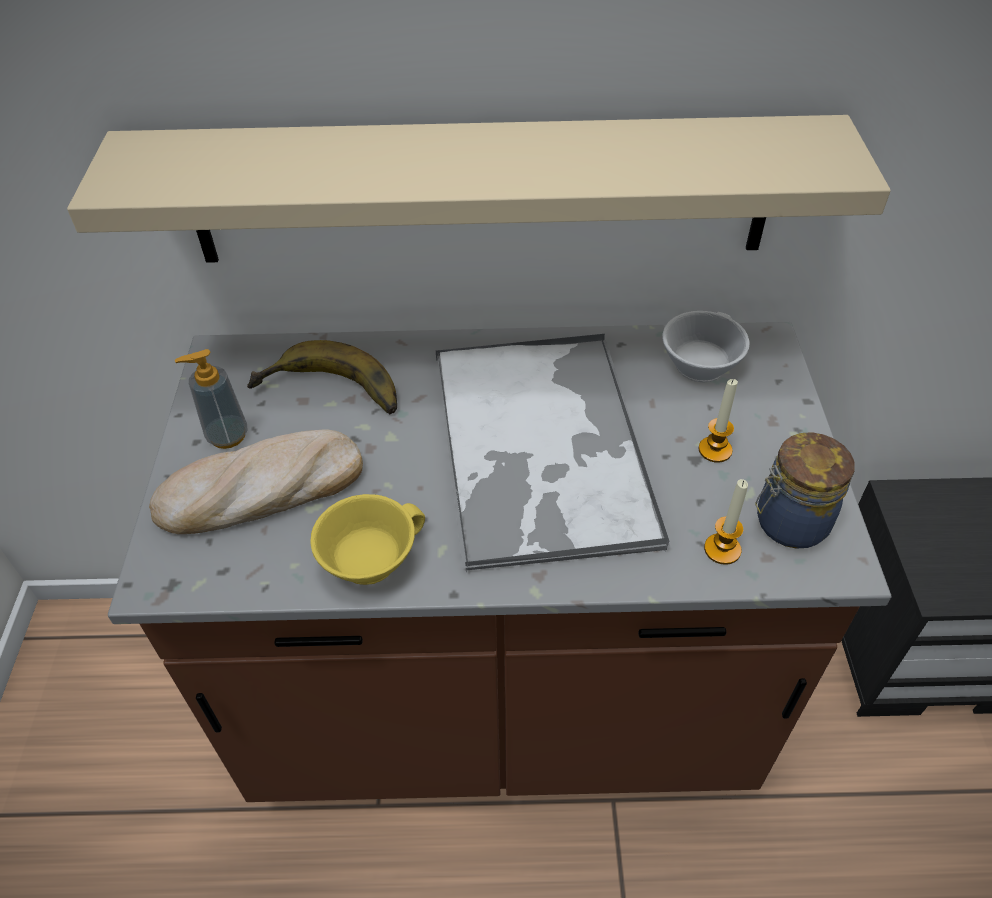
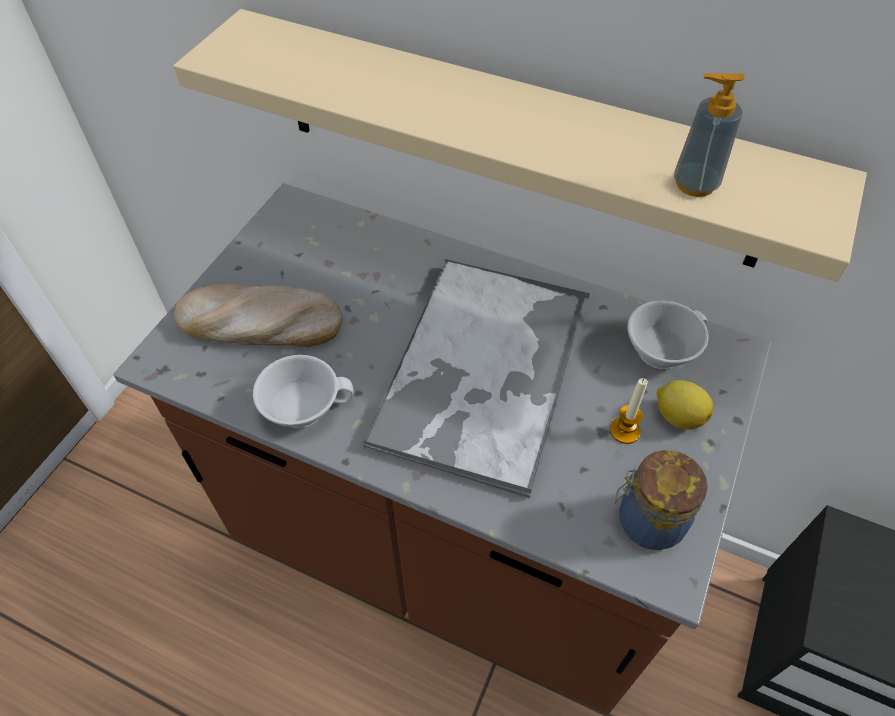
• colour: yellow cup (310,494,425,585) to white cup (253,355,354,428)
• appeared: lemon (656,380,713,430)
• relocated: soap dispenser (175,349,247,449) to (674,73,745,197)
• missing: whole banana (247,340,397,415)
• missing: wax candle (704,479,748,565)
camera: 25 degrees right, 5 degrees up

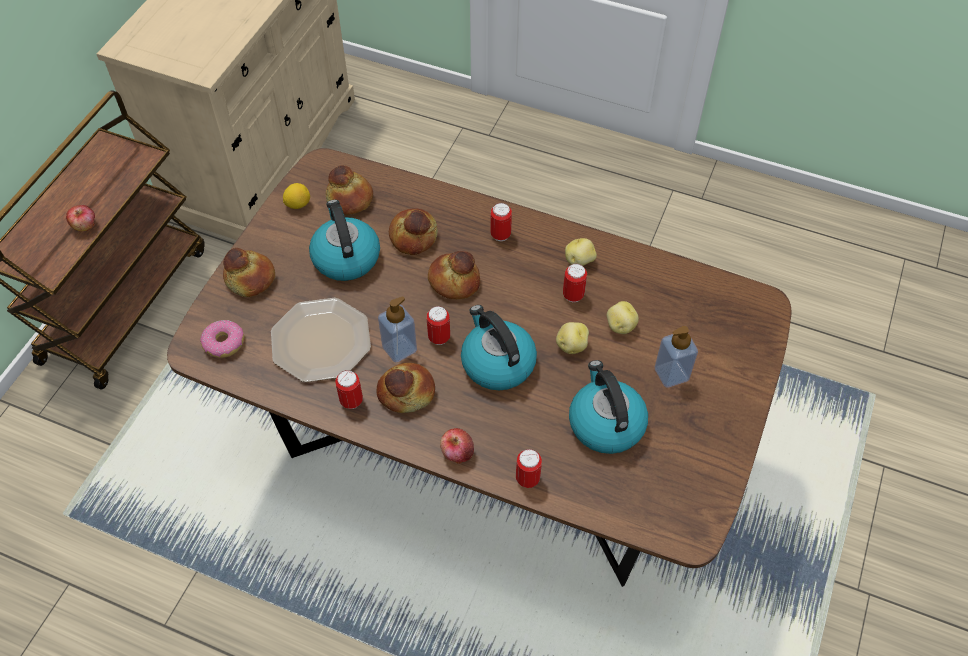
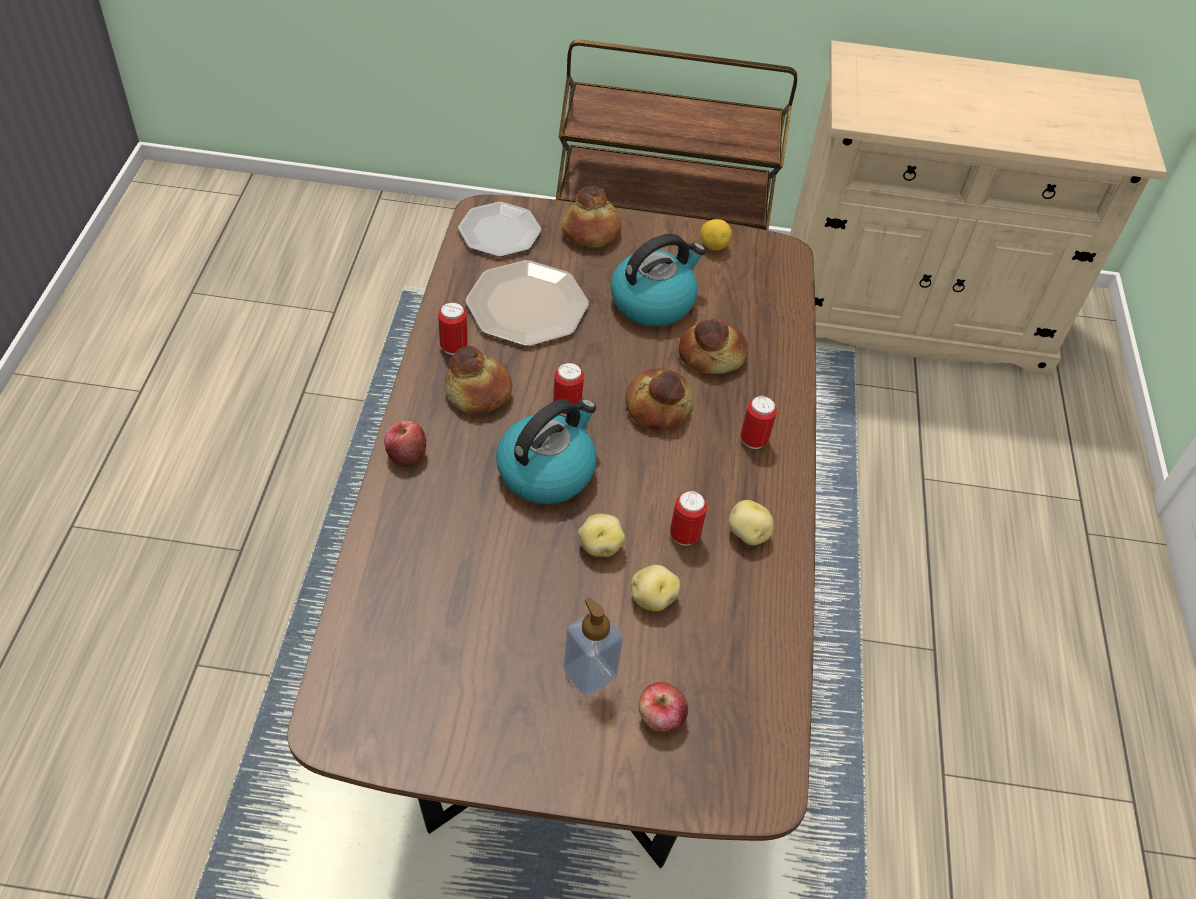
• exchanged: donut (200,320,244,358) to plate (458,202,541,257)
• relocated: apple fruit (66,205,95,231) to (638,682,688,733)
• missing: bread (326,165,373,215)
• missing: soap dispenser (378,296,417,362)
• missing: can (516,449,542,488)
• missing: kettle (569,360,648,454)
camera: 70 degrees right, 5 degrees down

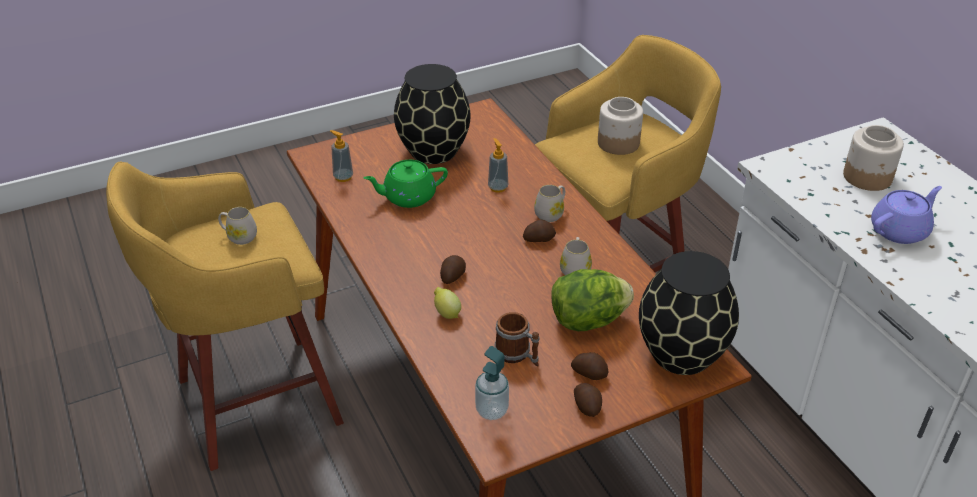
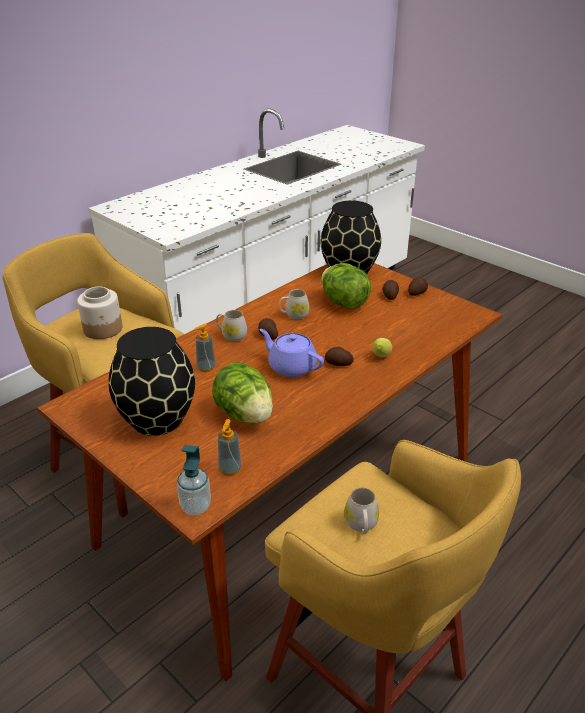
• relocated: soap dispenser (475,346,509,420) to (177,445,211,515)
• exchanged: greenish tea pot (364,160,448,208) to head of lettuce (212,362,273,423)
• relocated: purplish tea pot (871,186,942,244) to (259,329,324,377)
• missing: mug (494,312,539,366)
• missing: jar (843,125,904,191)
camera: 110 degrees left, 5 degrees down

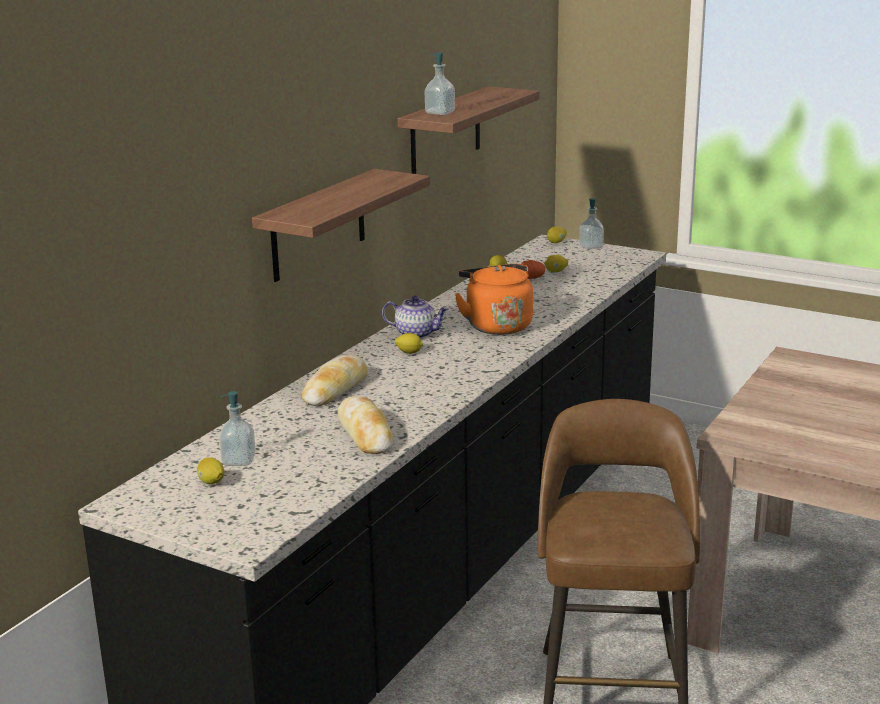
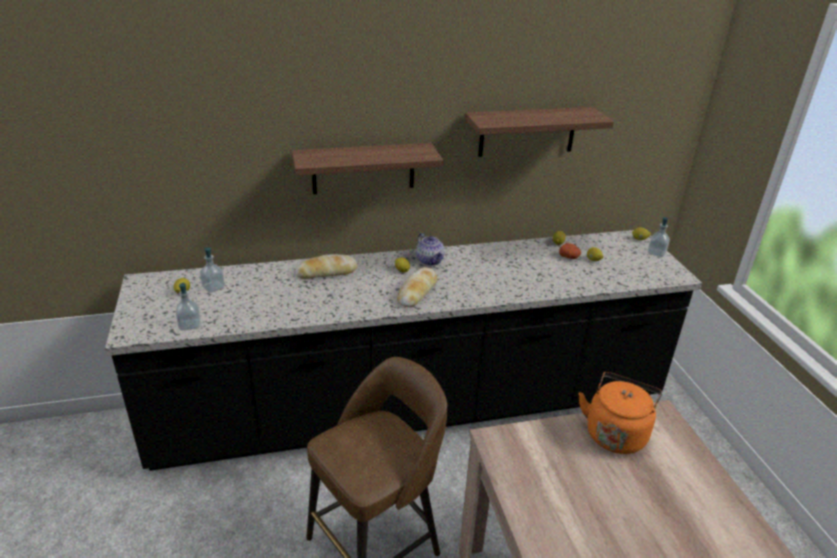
• relocated: soap dispenser (425,52,455,115) to (176,282,200,330)
• relocated: bread (338,396,393,454) to (397,267,437,307)
• relocated: orange-coloured kettle (455,264,533,335) to (579,372,662,454)
camera: 45 degrees right, 10 degrees up

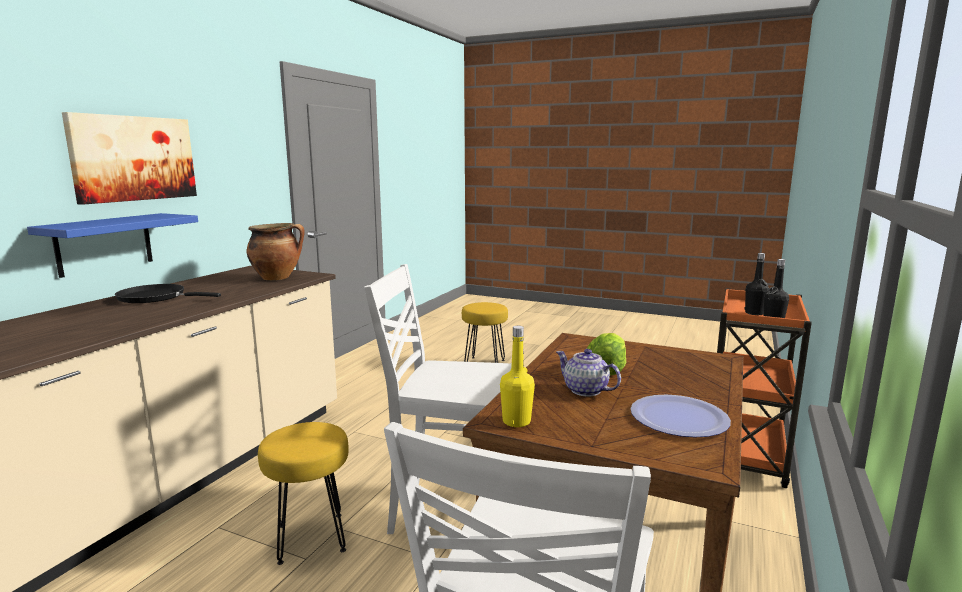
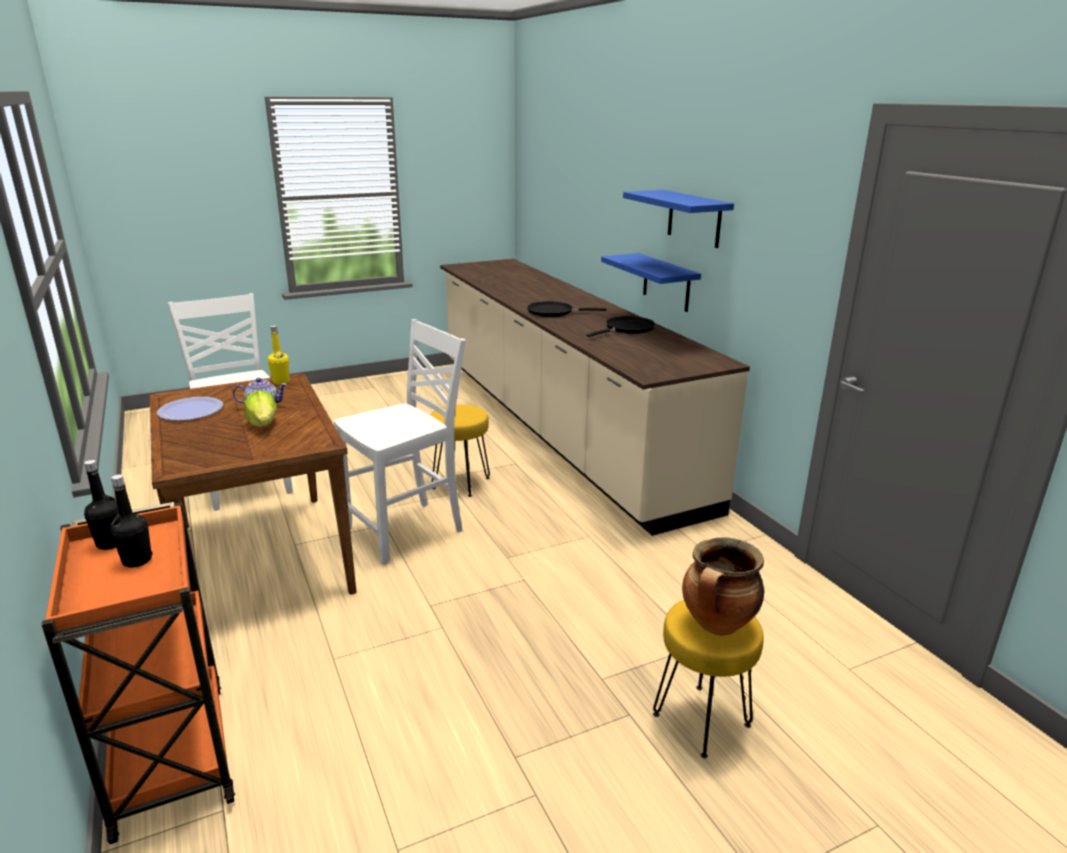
• appeared: black pan (527,301,607,317)
• exchanged: wall art (62,112,197,205) to bluish shelf (623,190,734,248)
• relocated: stockpot (247,223,305,280) to (682,537,764,636)
camera: 130 degrees right, 10 degrees up

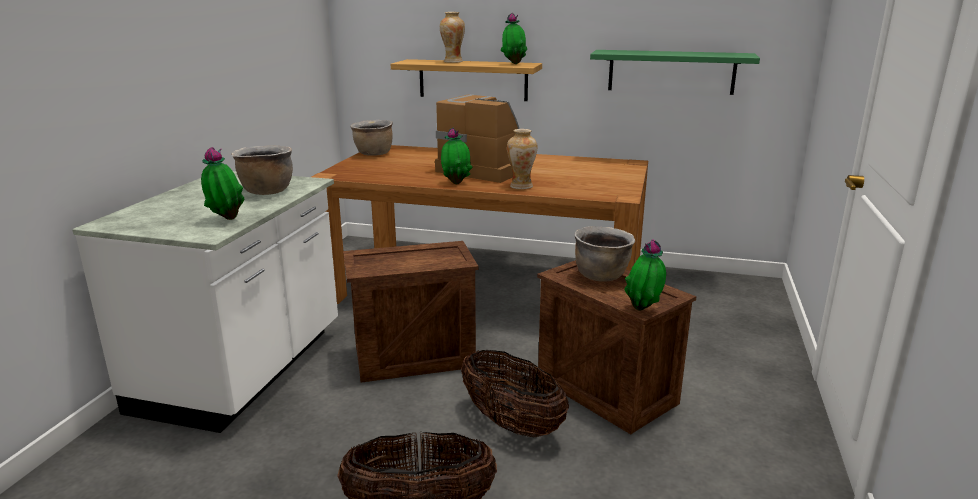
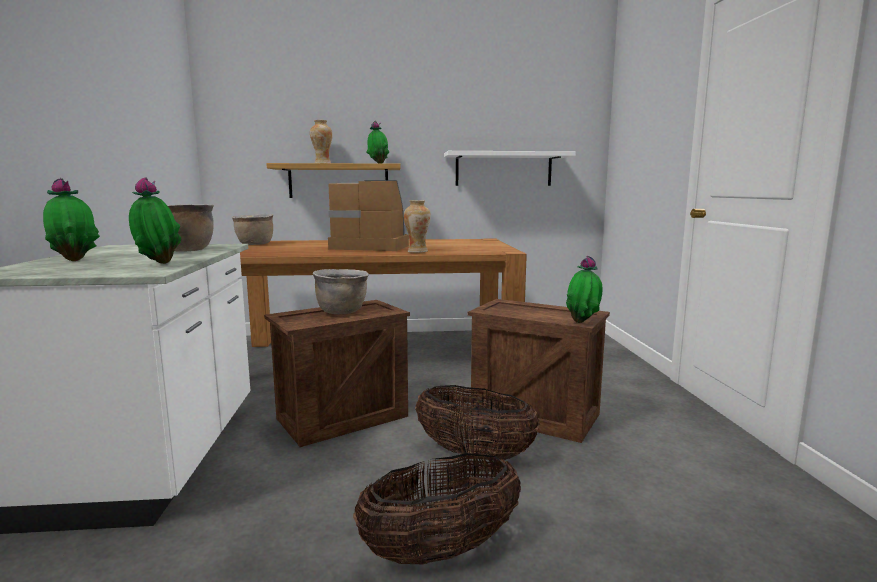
• relocated: potted plant (441,128,473,184) to (43,178,100,261)
• relocated: brownish stockpot (574,226,635,282) to (313,269,369,314)
• colour: greenish shelf (590,50,760,95) to white shelf (444,151,576,186)
camera: 20 degrees left, 10 degrees down

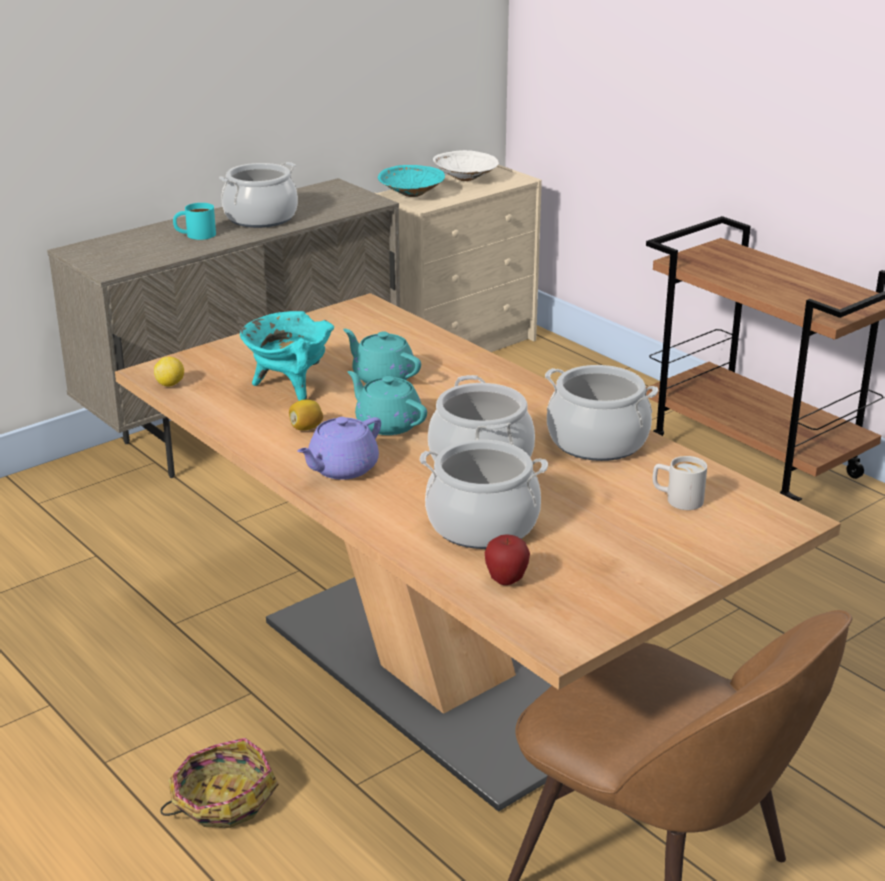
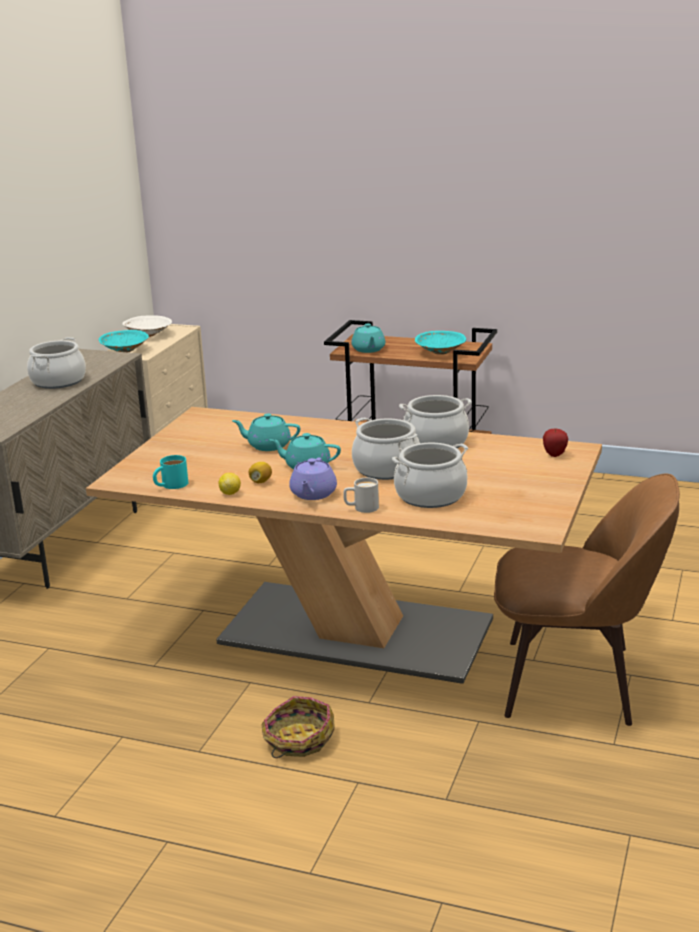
• relocated: turquoise-coloured mug (173,203,216,240) to (153,455,188,489)
• relocated: lemon (154,357,184,387) to (219,473,241,495)
• relocated: white mug (653,456,707,510) to (343,478,379,513)
• appeared: turquoise-coloured tea pot (351,323,385,353)
• appeared: turquoise-coloured deep dish (415,331,466,355)
• relocated: apple fruit (485,534,530,585) to (543,429,568,457)
• missing: turquoise-coloured stockpot (240,311,334,401)
camera: 30 degrees left, 5 degrees down

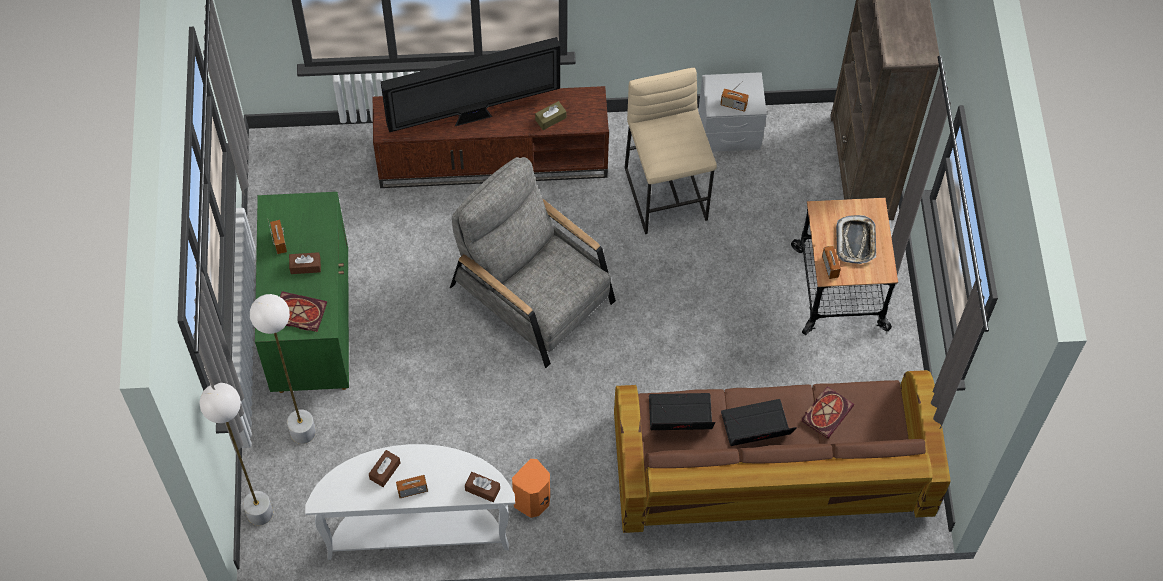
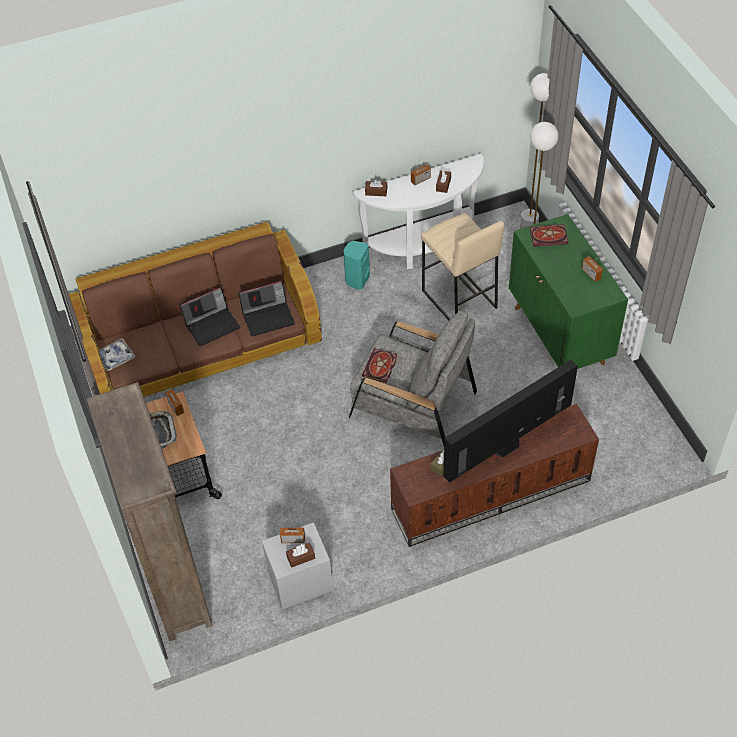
• appeared: carrying tray (98,338,135,371)
• relocated: brownish box of tissues (289,252,321,274) to (286,542,315,568)
• colour: orange-coloured audio speaker (512,459,550,518) to turquoise-coloured audio speaker (343,241,370,290)
• relocated: book (801,386,854,439) to (362,348,398,383)
• relocated: beige-coloured stool seat (624,68,717,234) to (421,213,504,320)
camera: 165 degrees right, 10 degrees down

